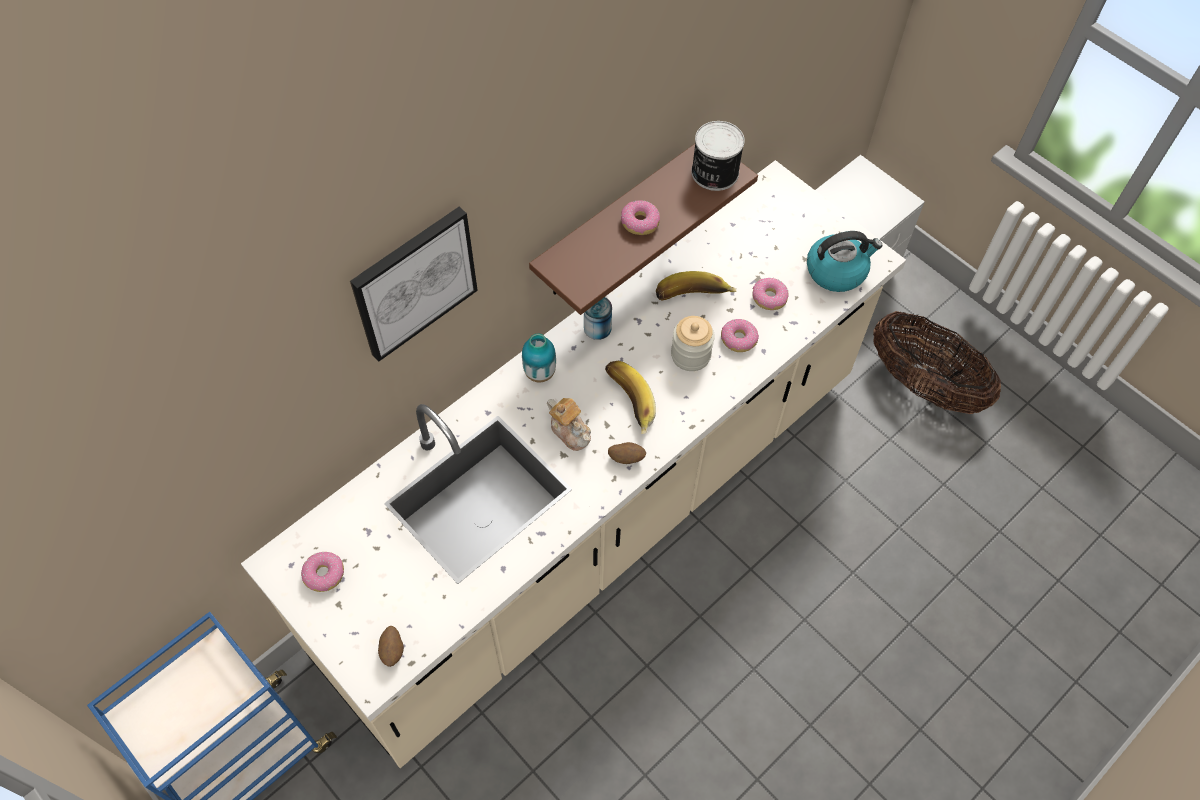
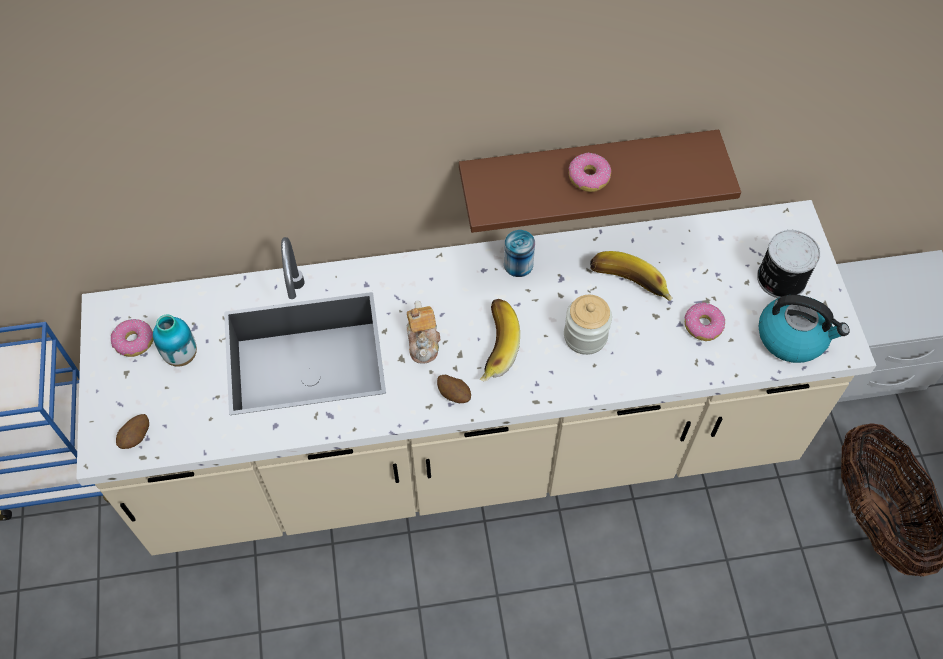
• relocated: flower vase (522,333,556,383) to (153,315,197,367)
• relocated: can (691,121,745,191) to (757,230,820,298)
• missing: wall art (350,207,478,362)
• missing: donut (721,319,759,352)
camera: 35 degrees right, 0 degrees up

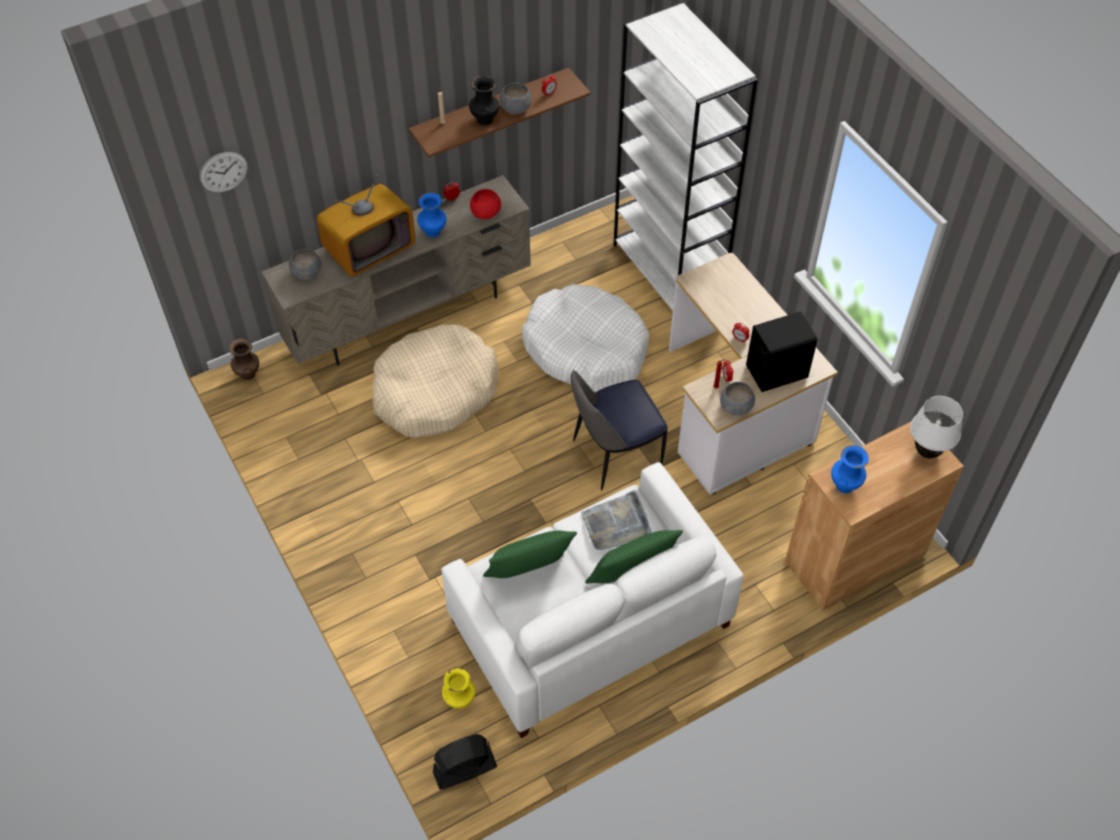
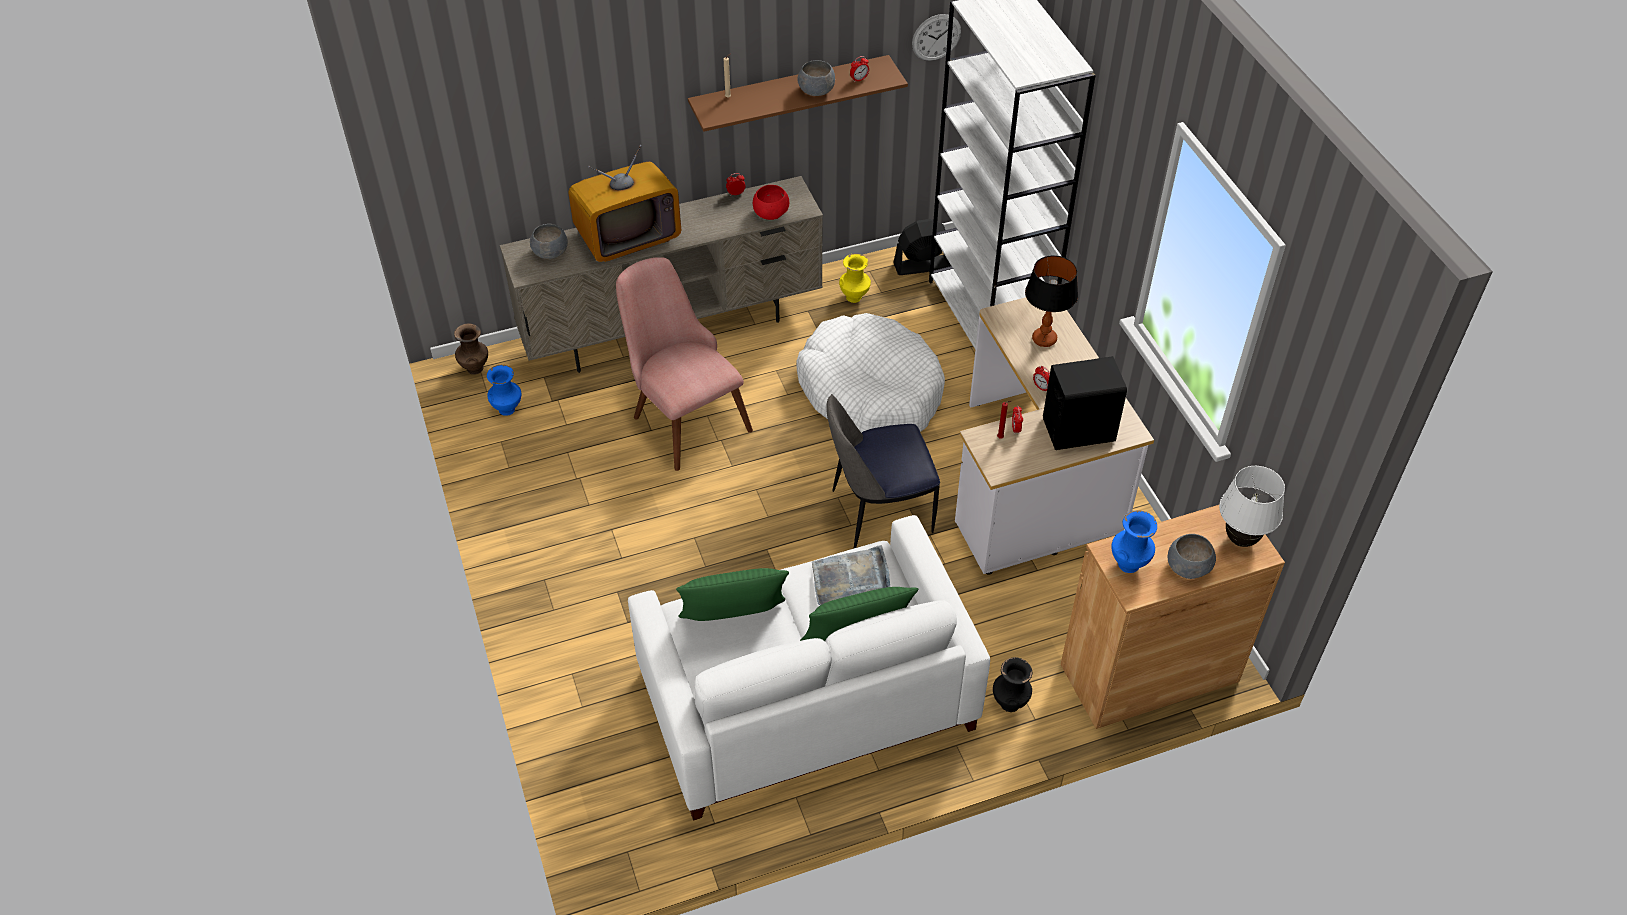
• relocated: bluish flower vase (417,192,446,237) to (487,365,521,416)
• exchanged: beige-coloured dog bed (372,324,499,438) to pink-coloured upright chair (616,257,753,471)
• relocated: yellow flower vase (442,667,475,708) to (839,253,871,303)
• relocated: black electric fan (433,734,497,790) to (893,219,951,275)
• relocated: hanging clock (200,152,248,193) to (912,14,961,61)
• relocated: black flower vase (469,76,499,126) to (993,657,1032,712)
• appeared: table lamp (1025,255,1078,347)
• relocated: grey deep dish (720,382,755,415) to (1168,534,1216,579)
camera: 10 degrees right, 5 degrees down

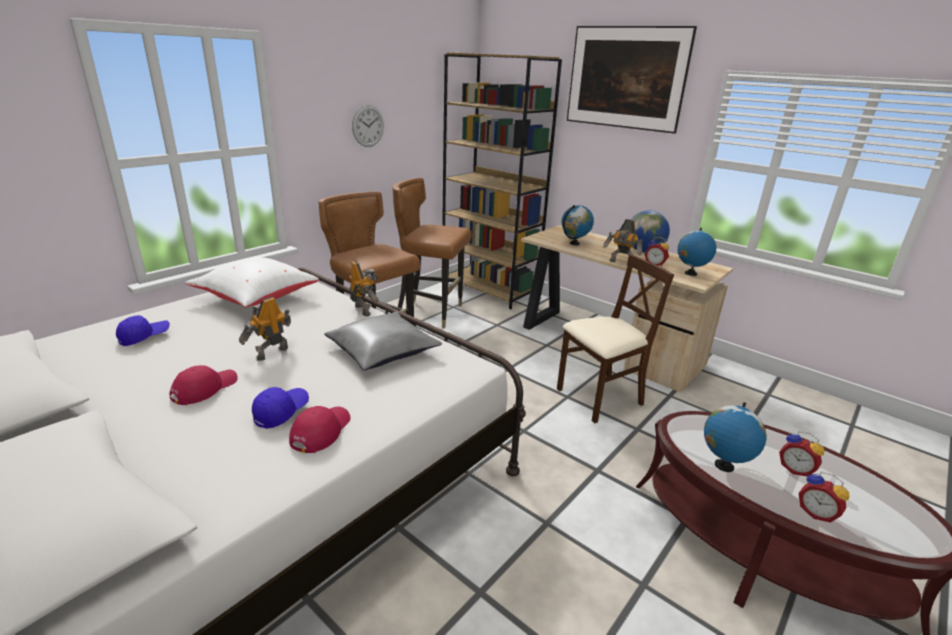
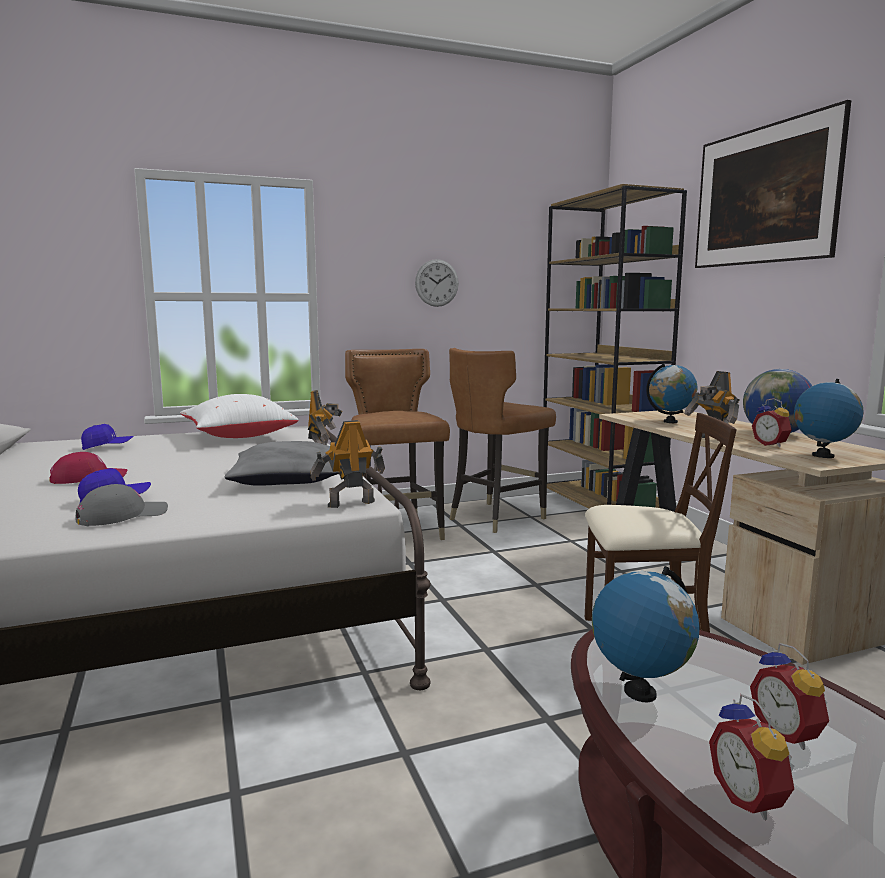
• colour: reddish peaked cap (289,406,350,453) to grey peaked cap (75,484,168,527)
• relocated: model robot (239,296,291,361) to (310,420,385,508)
• spun: brownish upright chair (392,178,472,328) = (449,348,556,533) 90 degrees counterclockwise
camera: 30 degrees right, 15 degrees down

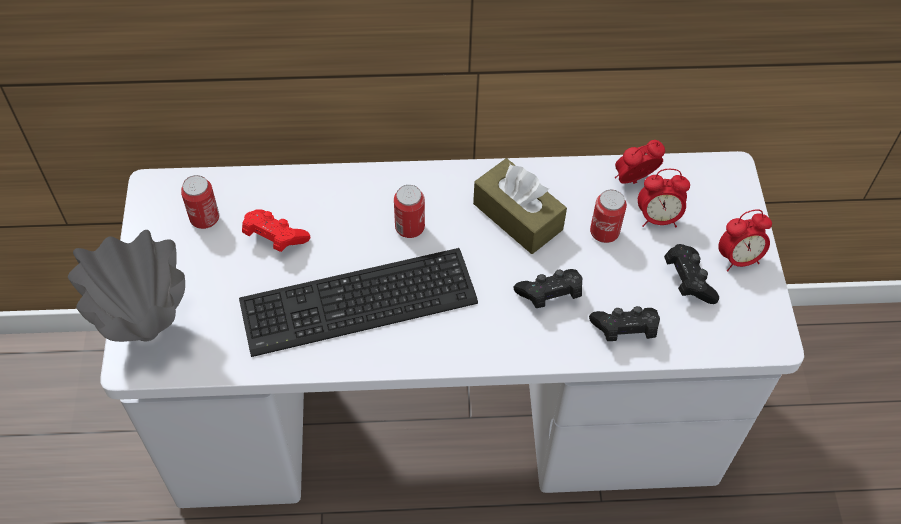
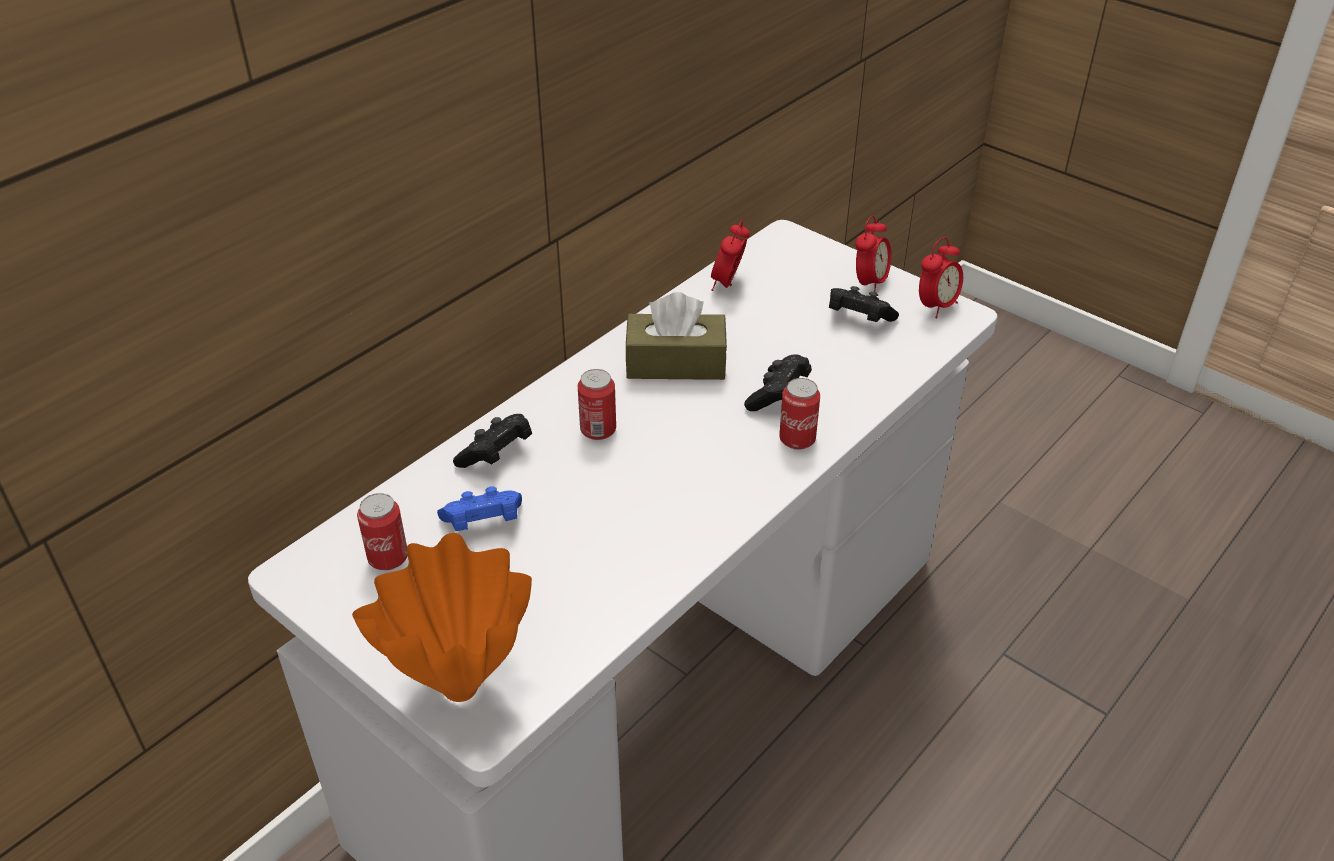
• colour: grey flower vase (68,230,185,342) to orange-coloured flower vase (352,533,532,702)
• colour: reddish game controller (242,209,311,252) to bluish game controller (437,486,522,531)
• relocated: black game controller (589,306,660,341) to (453,414,532,468)
• relocated: can (590,190,627,243) to (779,378,820,450)
• relocated: table clock (638,169,690,227) to (919,237,963,318)
• missing: PC keyboard (239,248,478,357)
camera: 45 degrees left, 15 degrees down

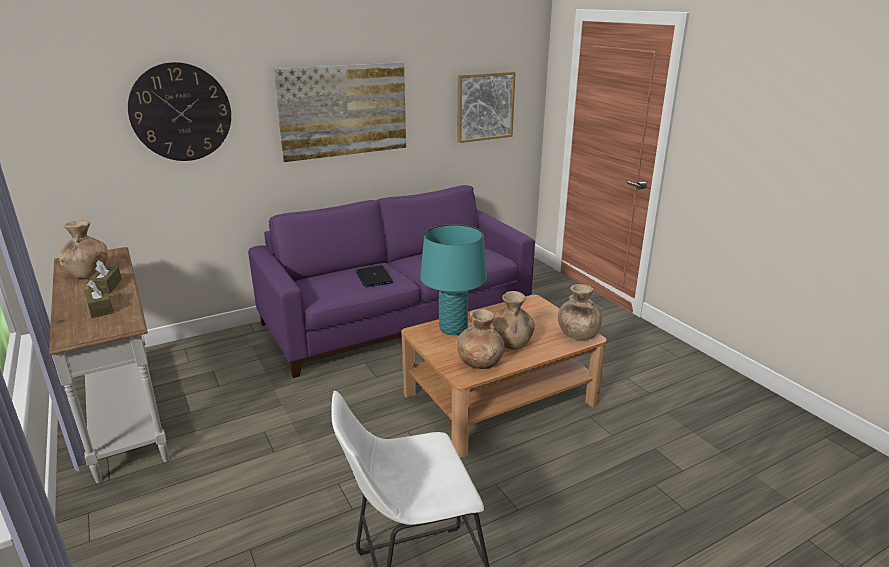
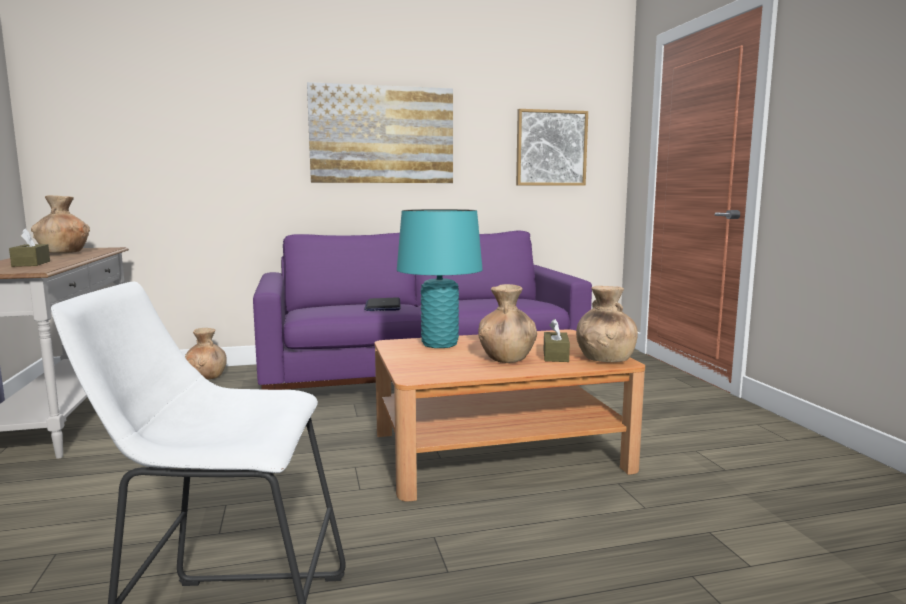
• relocated: brownish flower vase (457,309,505,369) to (185,328,227,379)
• relocated: brownish box of tissues (87,260,122,294) to (544,319,570,362)
• missing: hanging clock (128,62,231,161)
camera: 15 degrees right, 15 degrees down

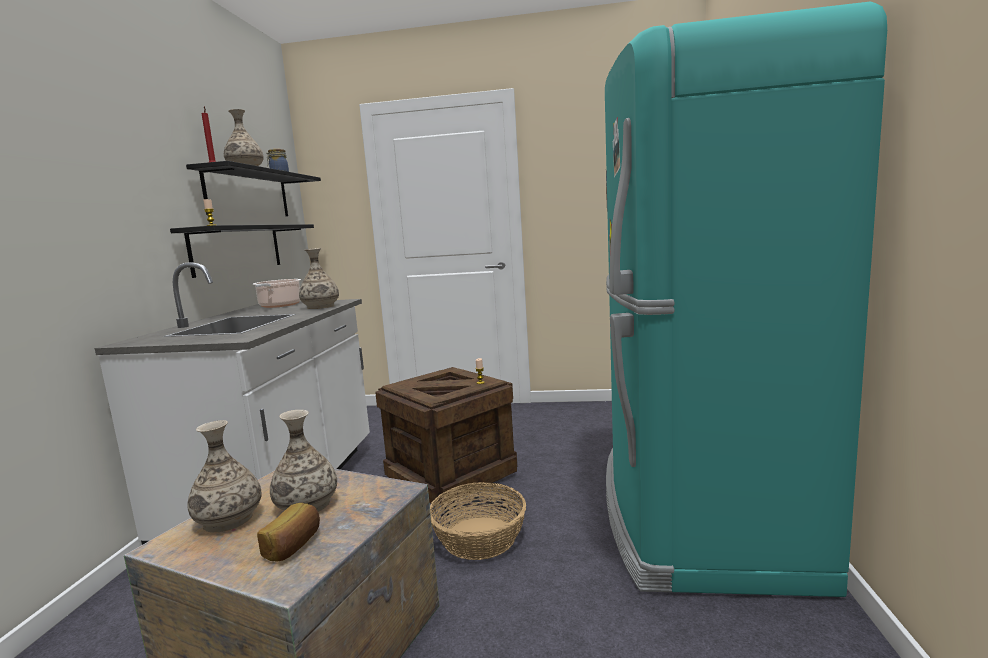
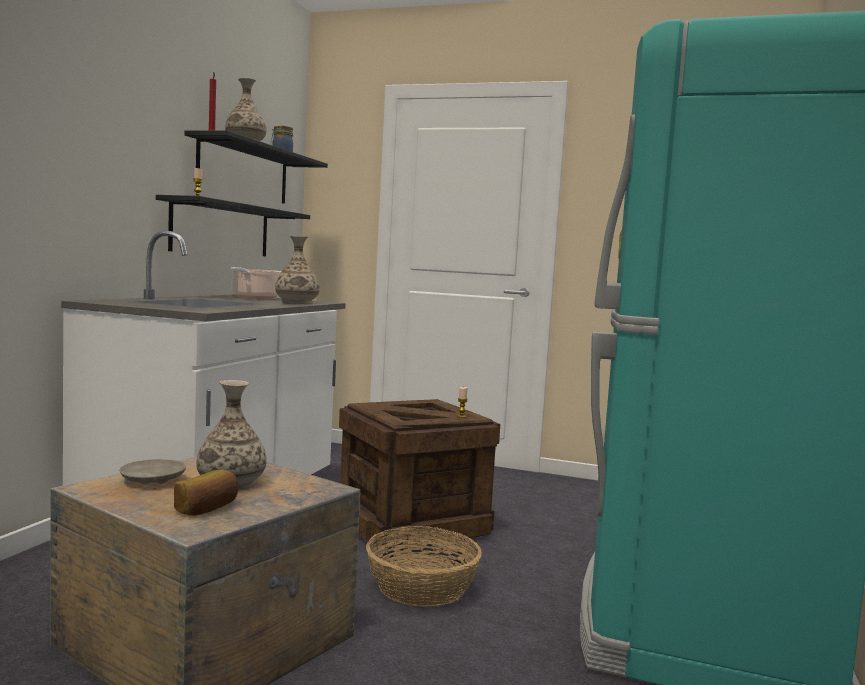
• exchanged: flower vase (187,420,262,532) to beige-coloured plate (119,459,186,485)
camera: 10 degrees right, 5 degrees down

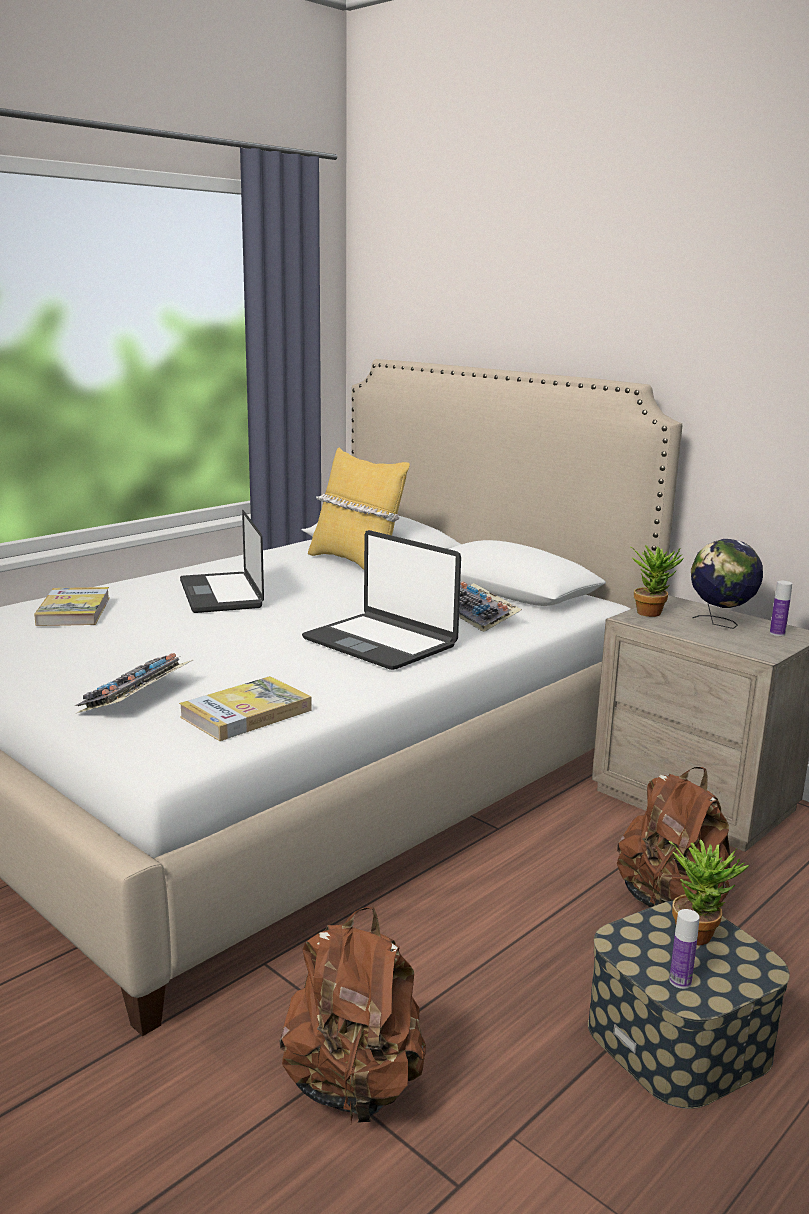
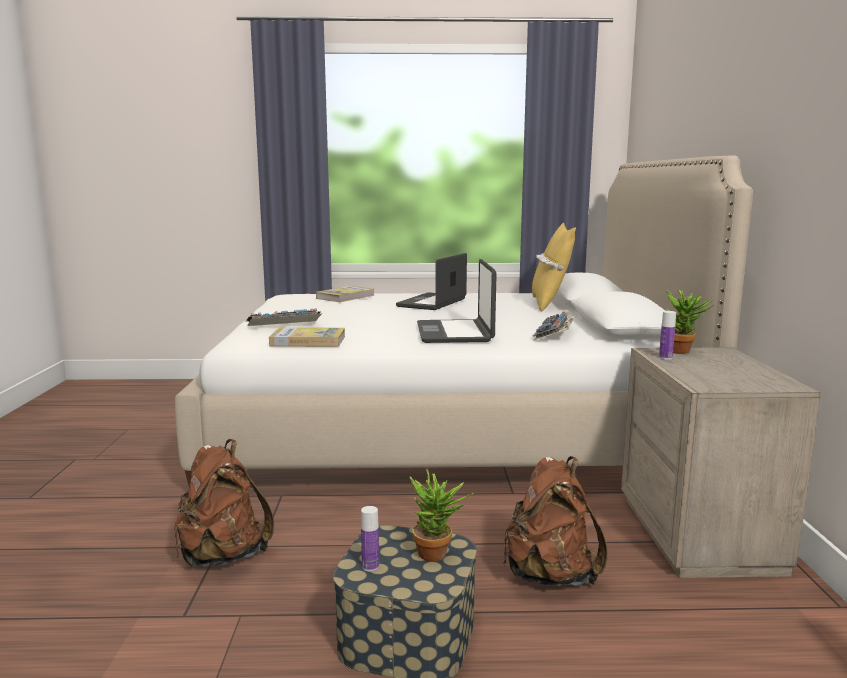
• relocated: beverage bottle (770,581,792,636) to (659,311,676,360)
• missing: world globe (691,539,763,629)
camera: 45 degrees right, 5 degrees down

